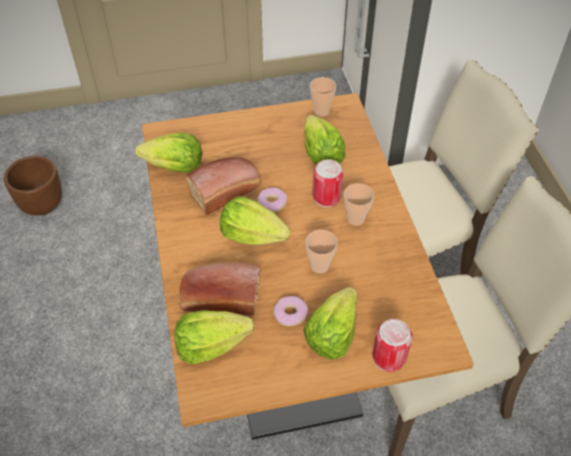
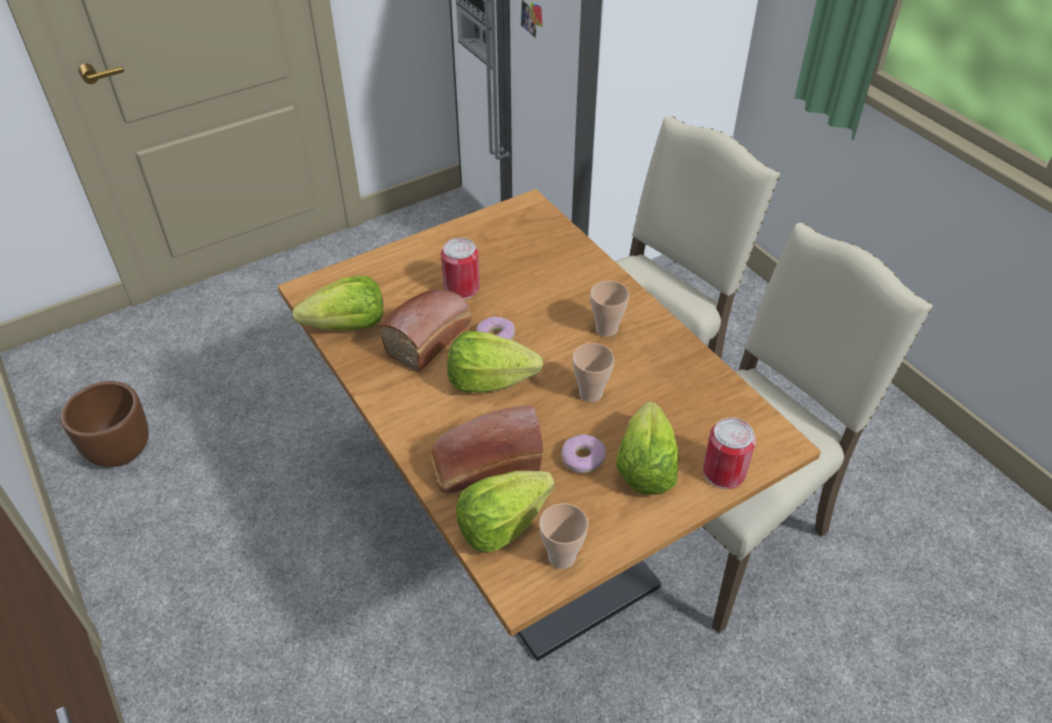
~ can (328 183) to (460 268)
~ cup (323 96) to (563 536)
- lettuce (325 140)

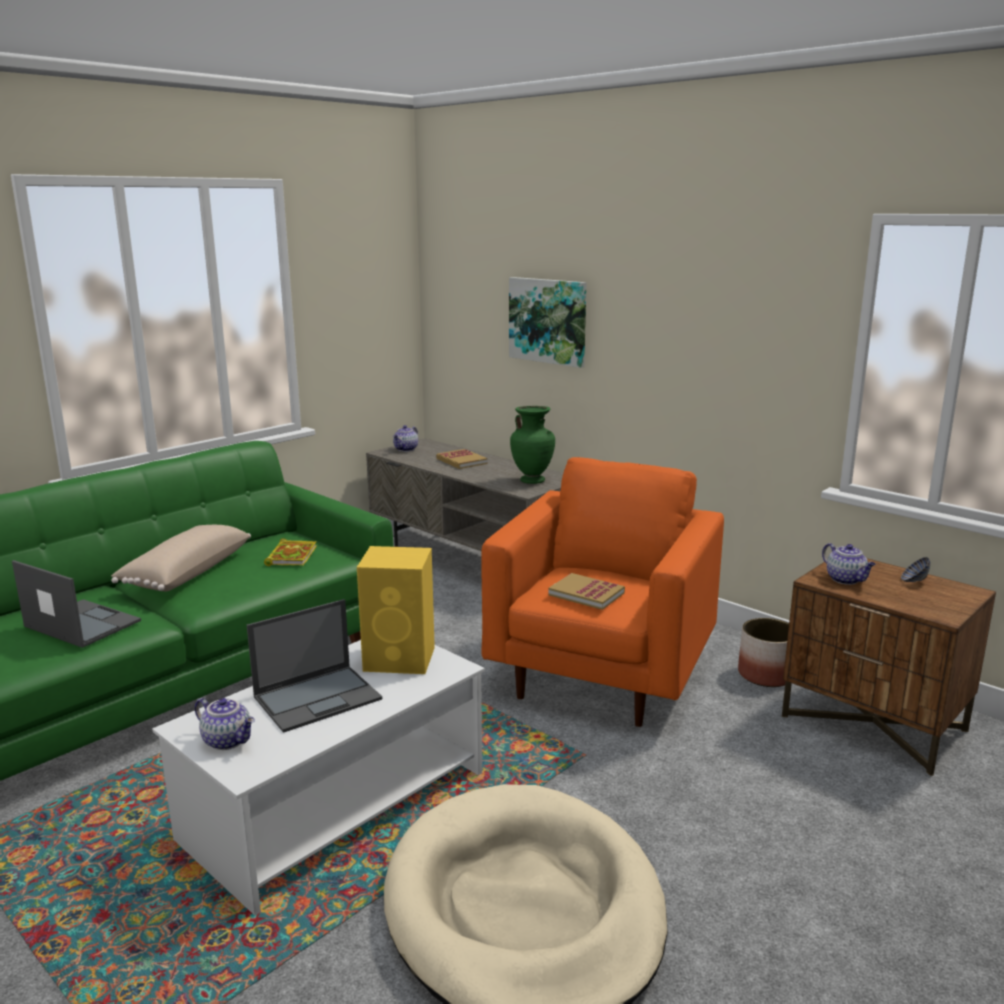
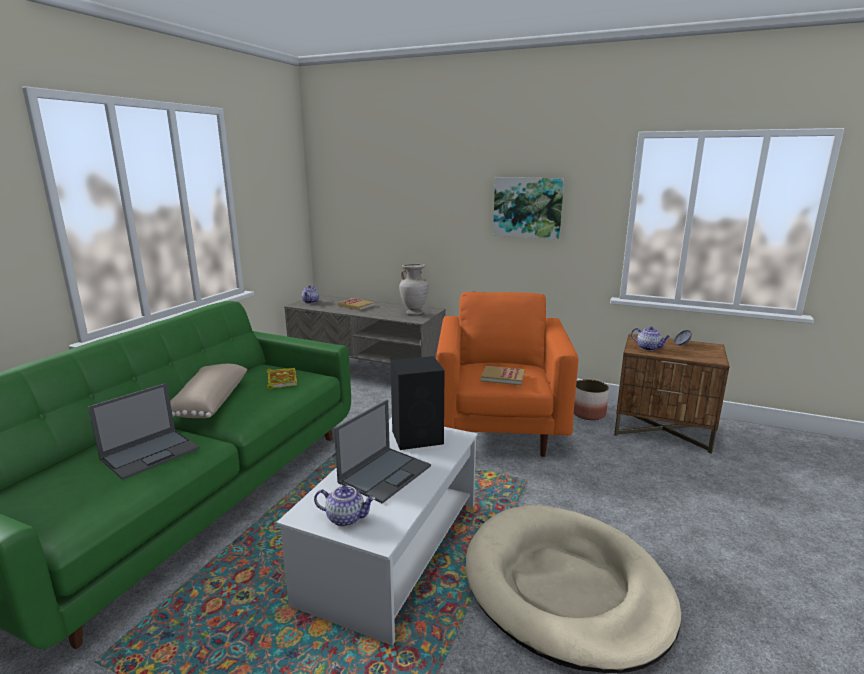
~ laptop (76 604) = (144 431) 120 degrees clockwise
~ yellow speaker (396 610) to black speaker (417 403)
~ green vase (532 445) to beige vase (414 289)
~ picture (548 322) to (528 208)

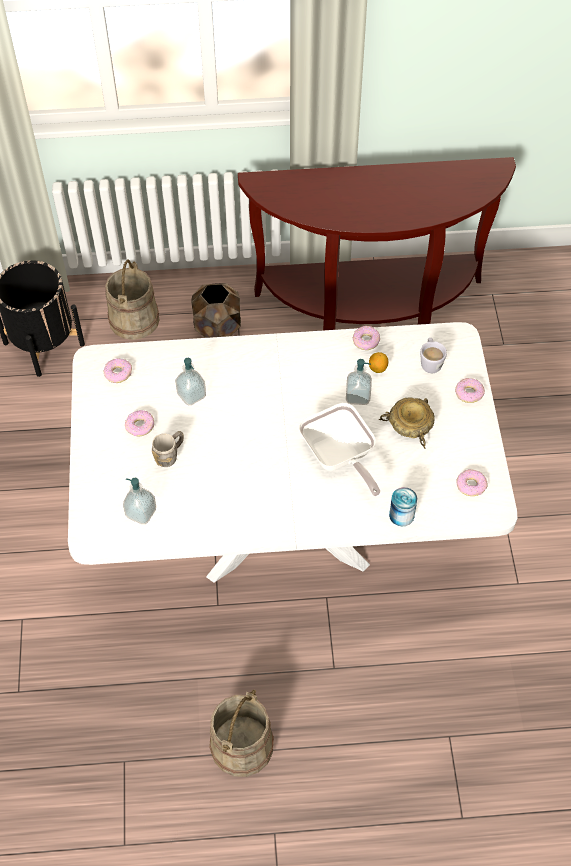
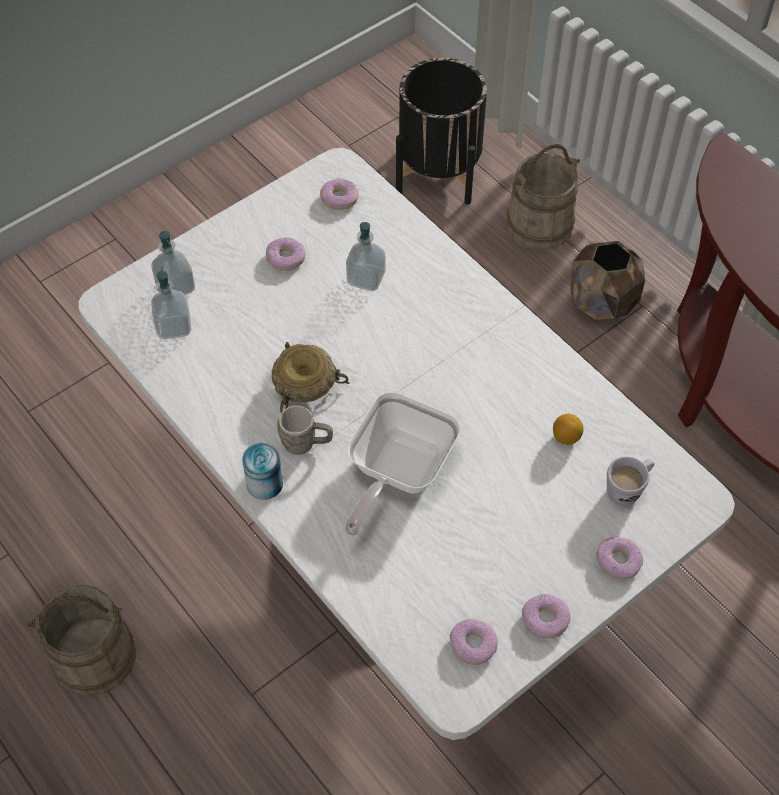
~ soap dispenser (359 382) to (173 263)
~ can (403 506) to (262 471)
~ beige bowl (407 423) to (310 377)
~ grey mug (168 449) to (305 430)
~ donut (366 338) to (546 616)

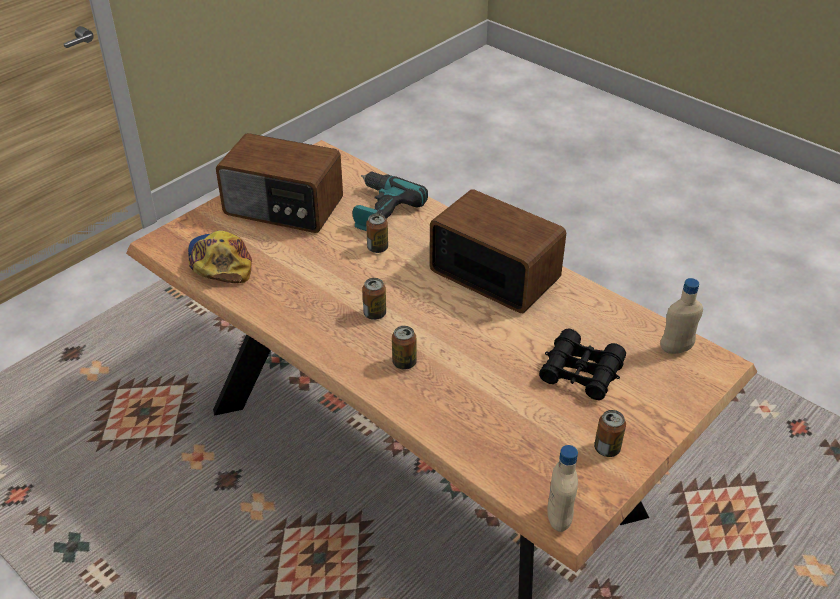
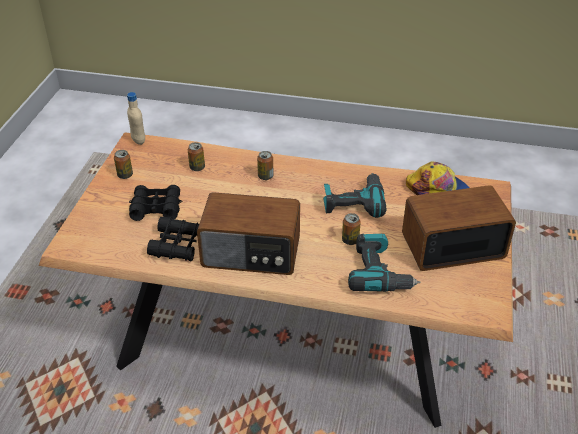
+ black binoculars (173 239)
~ can (374 299) to (196 156)
+ power drill (355 195)
- beige bottle (681 316)

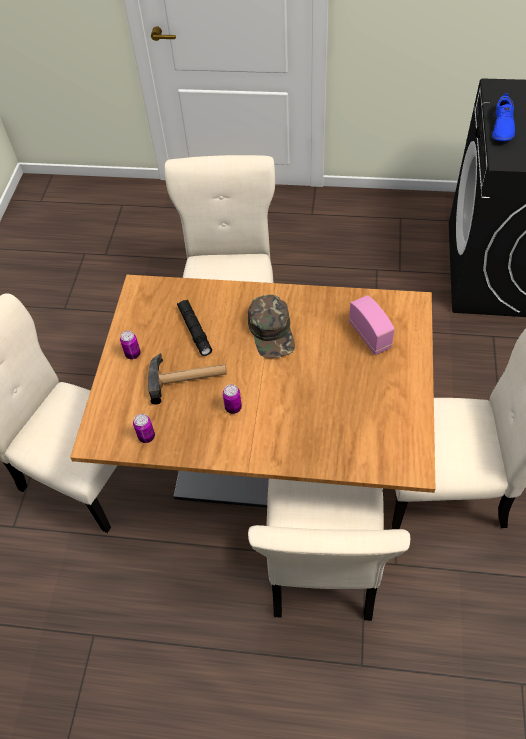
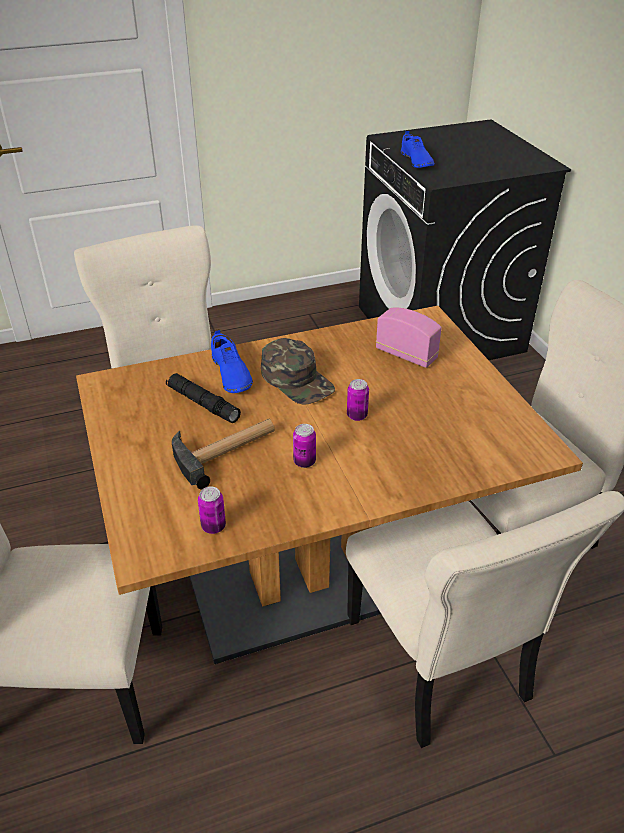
+ blue shoe (232 361)
~ can (130 345) to (358 400)

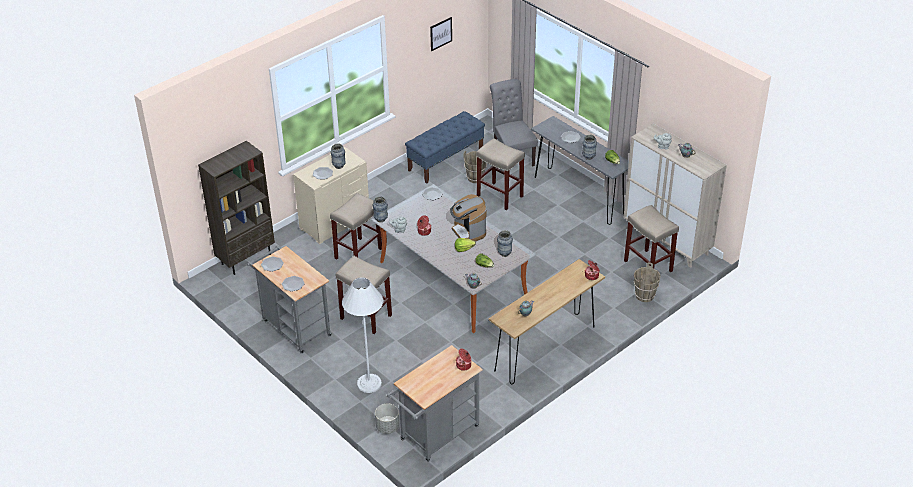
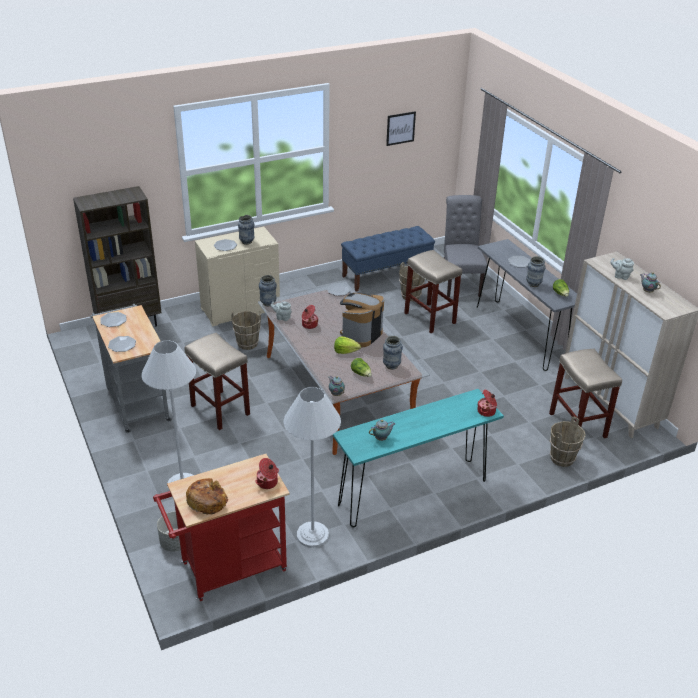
~ grey cart (435 403) to red cart (221 527)
+ bread (207 496)
~ beige stool (356 226) to brown bucket (246 330)
+ white floor lamp (312 467)
~ brown console table (547 321) to turquoise console table (418 458)
~ coffee machine (468 217) = (362 319) 45 degrees clockwise

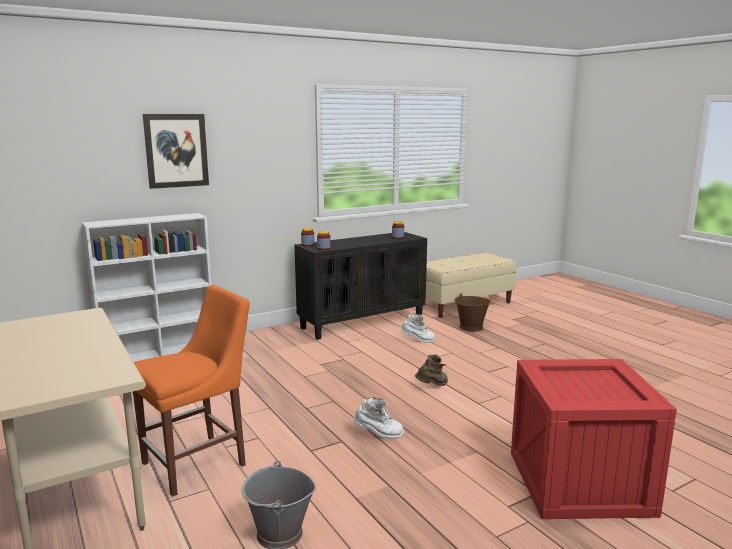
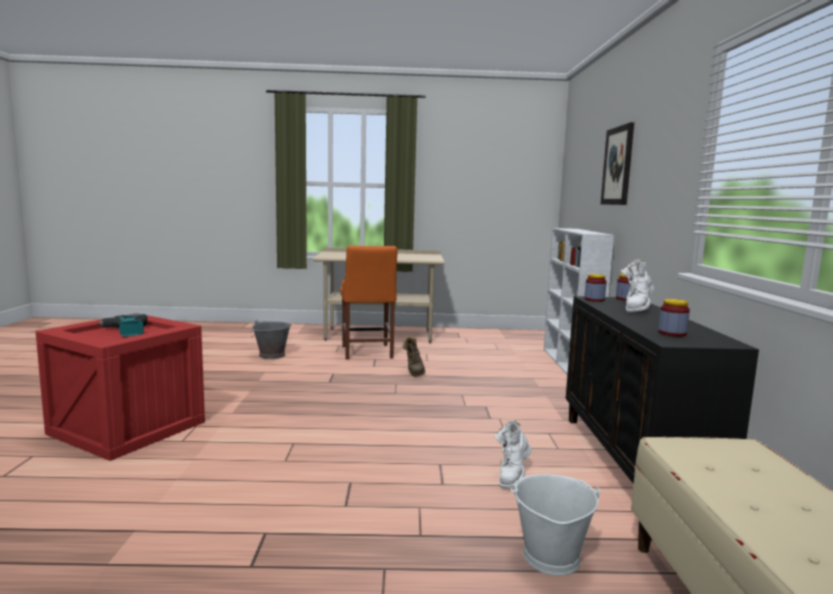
+ power drill (122 325)
~ brown boot (431 370) to (414 357)
~ brown bucket (472 312) to white bucket (556 525)
~ white boot (379 418) to (637 285)

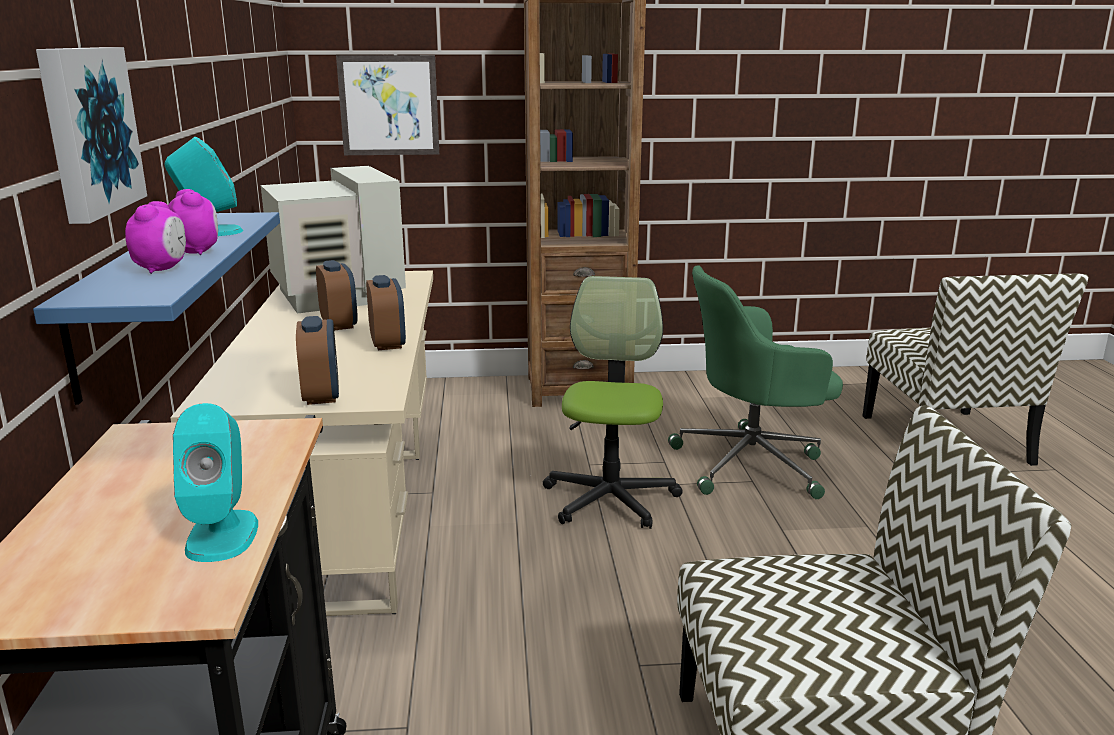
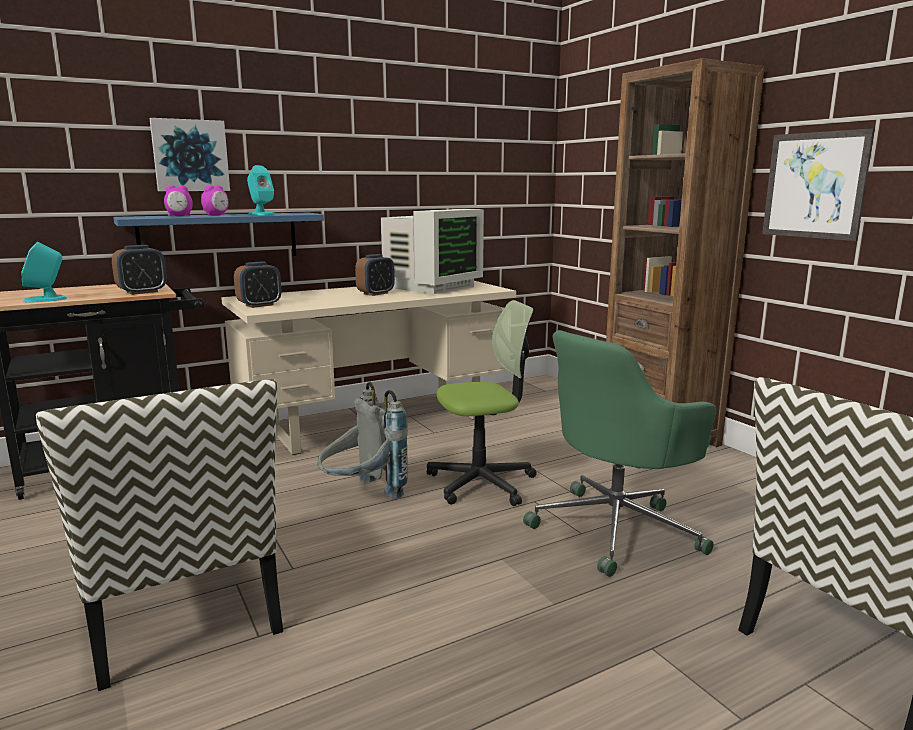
~ alarm clock (386 312) to (139 270)
+ grey backpack (362 440)
~ green office chair (755 382) = (620 453) 90 degrees counterclockwise
~ picture (387 105) to (818 184)

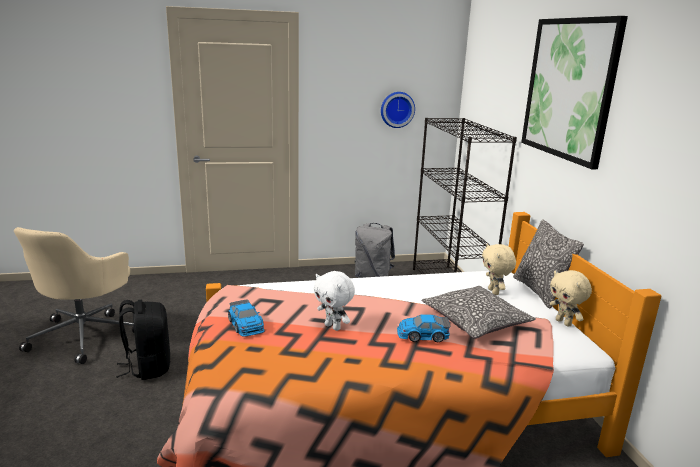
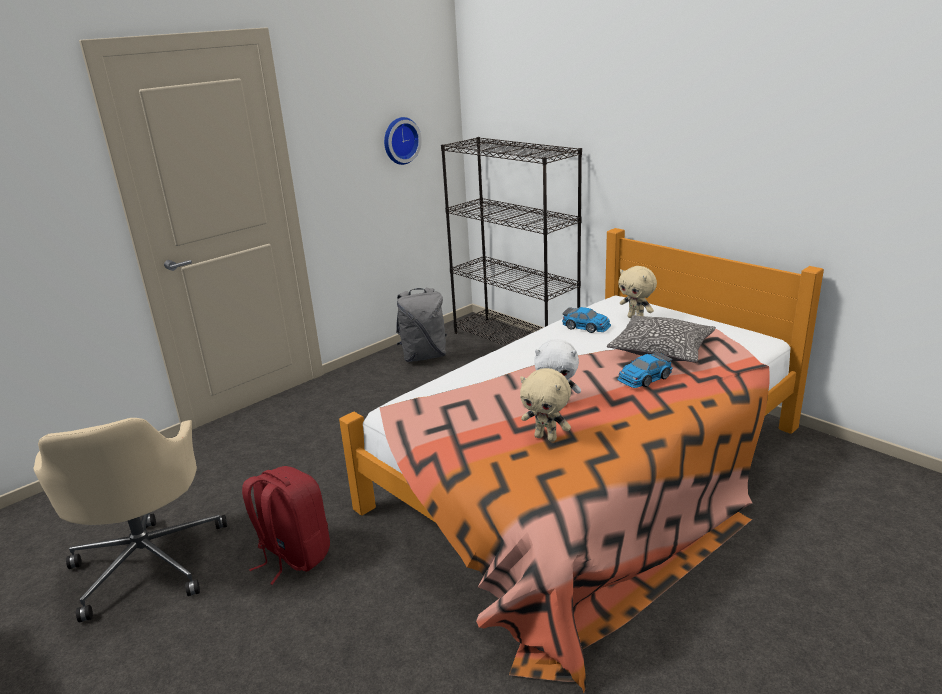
~ black backpack (143 340) to red backpack (286 525)
~ beige plush toy (571 298) to (545 405)
~ toy car (246 318) to (586 320)
- pillow (548 263)
- picture (574 92)

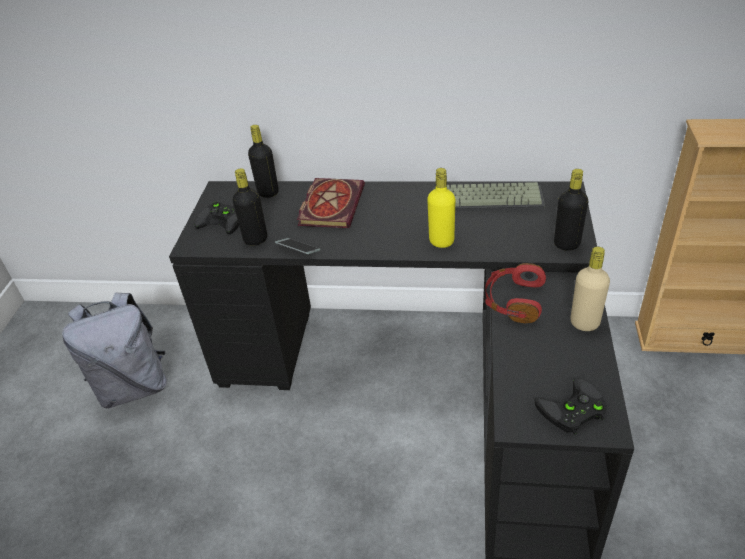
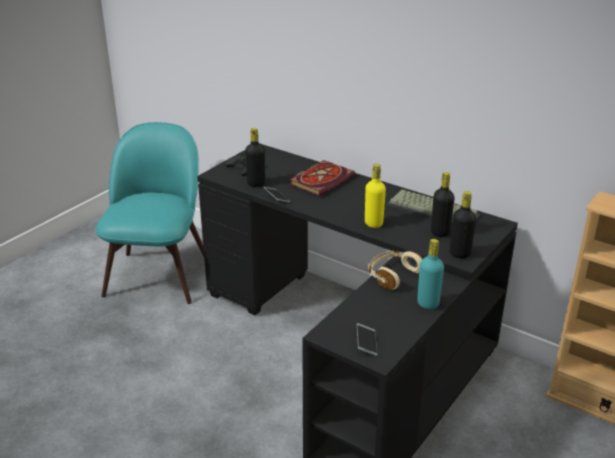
~ grey backpack (114 351) to turquoise chair (149 213)
~ black game controller (571 406) to phone (367 339)
~ red headphones (515 293) to beige headphones (395 270)
~ beige bottle (590 289) to turquoise bottle (430 274)
~ black bottle (263 161) to (443 204)

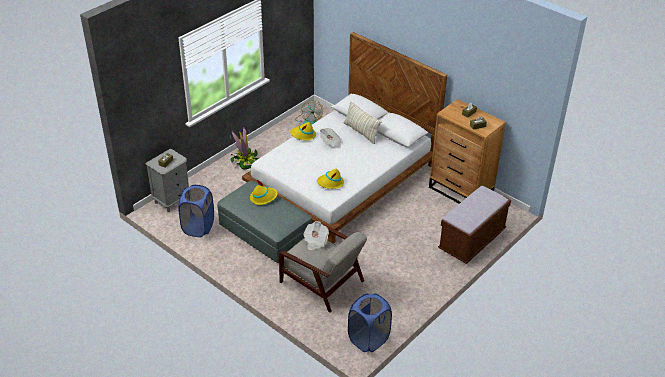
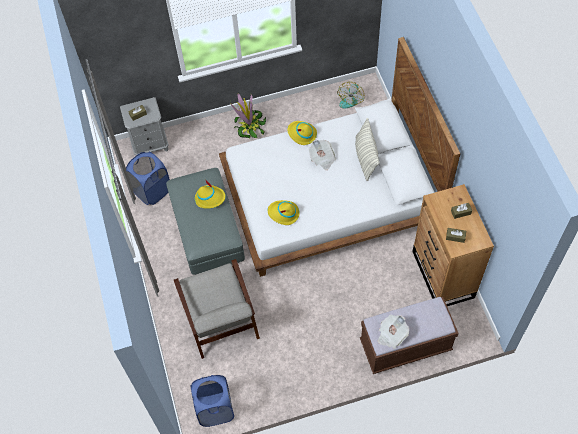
~ newspaper (316 235) to (393 332)

